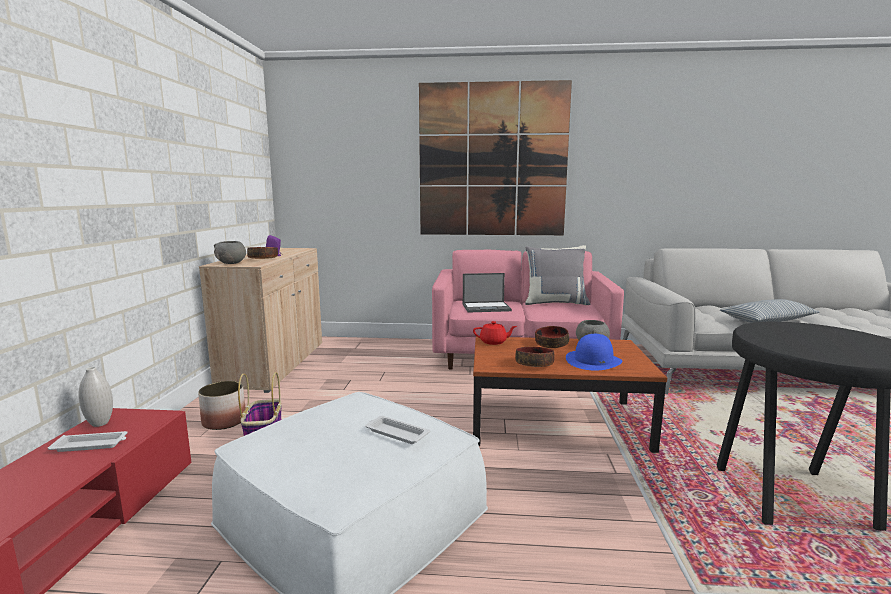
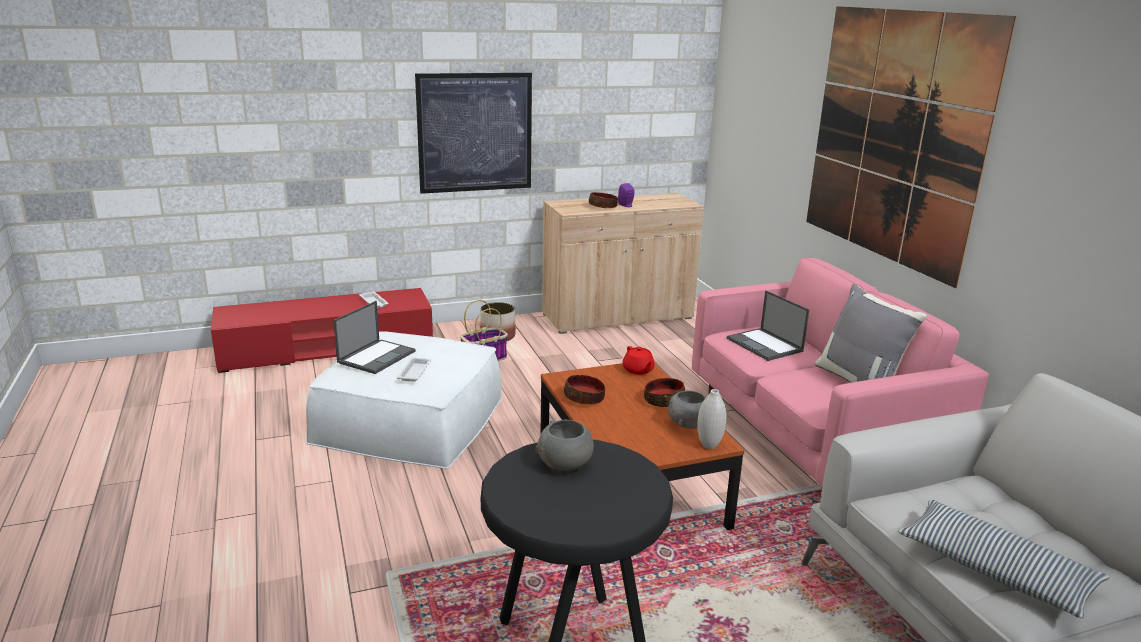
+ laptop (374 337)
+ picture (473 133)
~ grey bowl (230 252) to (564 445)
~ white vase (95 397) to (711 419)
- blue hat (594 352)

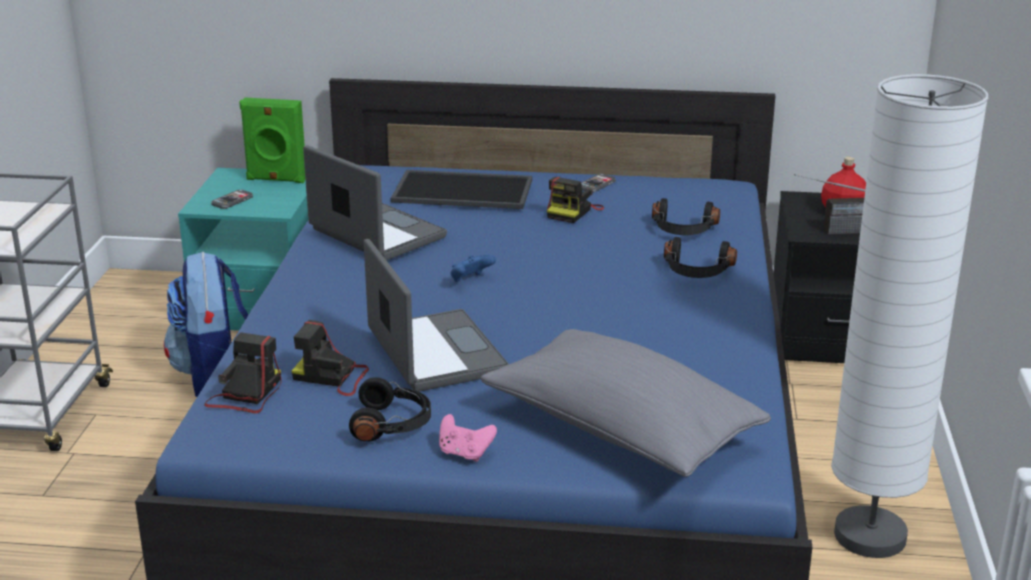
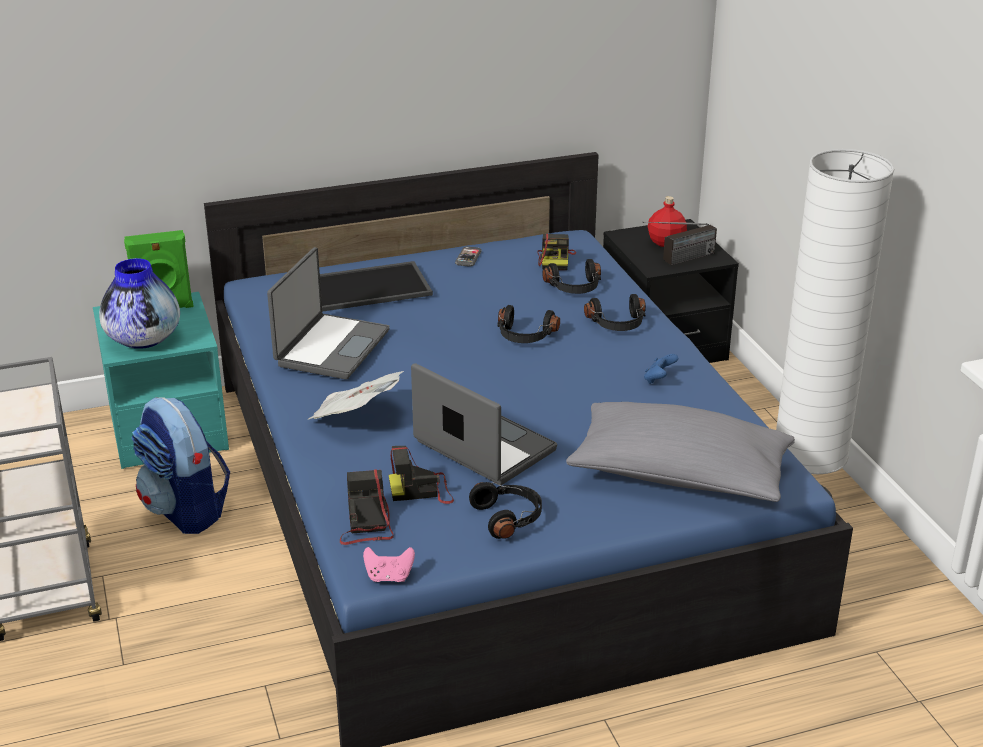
~ phone (232 199) to vase (139 303)
~ laptop (375 203) = (328 313) 90 degrees clockwise
+ newspaper (355 395)
~ pink game controller (468 438) to (389 564)
+ black headphones (529 324)
~ photo camera (575 200) to (556 251)
~ blue game controller (473 268) to (661 369)

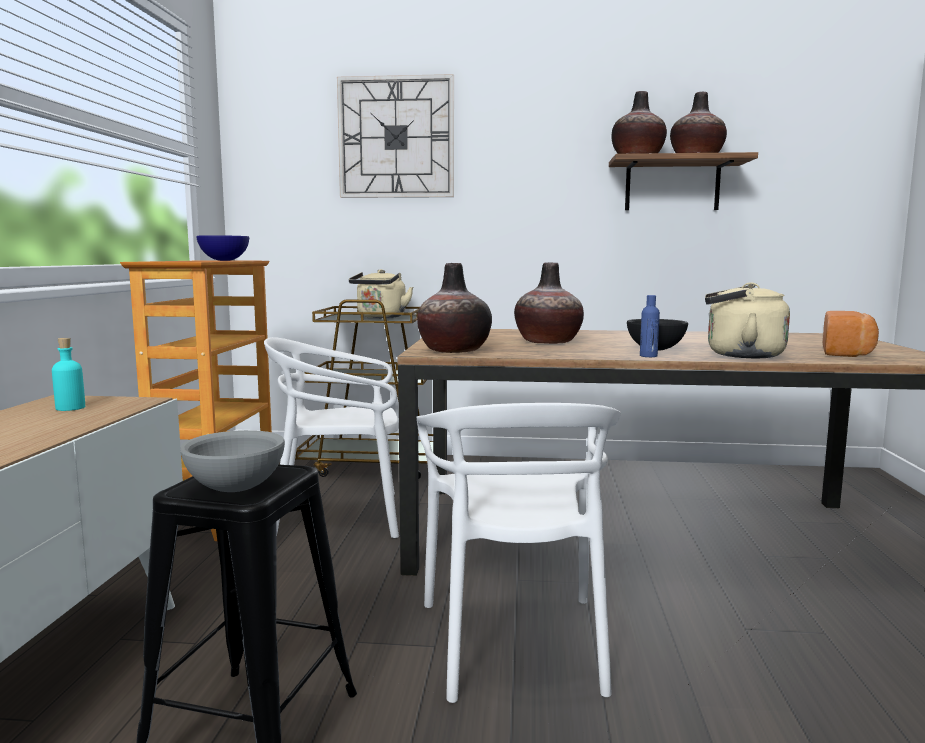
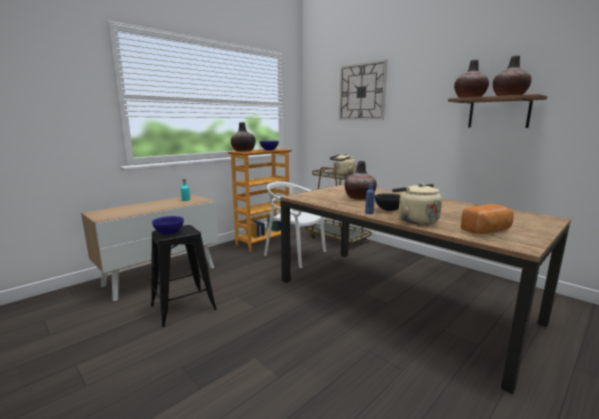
~ grey bowl (232 461) to blue bowl (168 225)
~ vase (454 308) to (243 137)
- white chair (519 553)

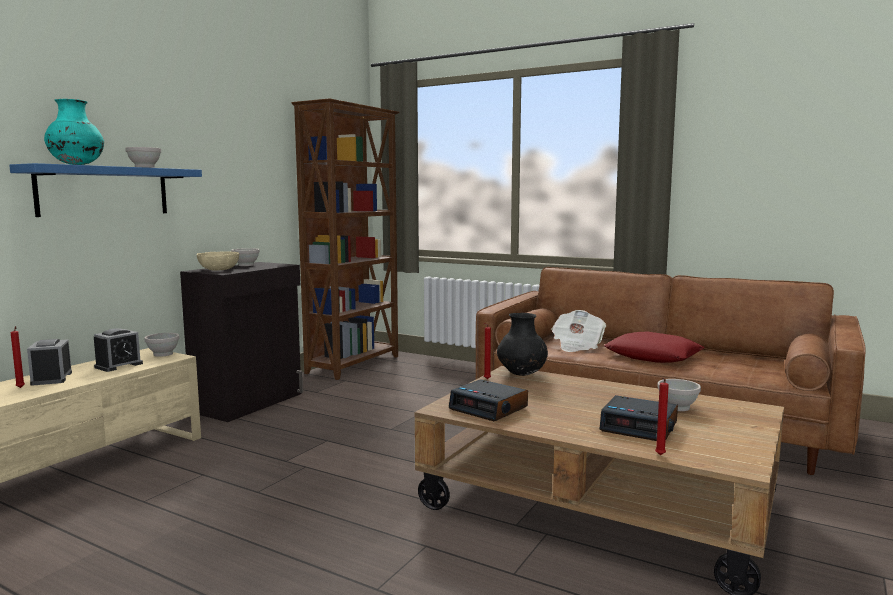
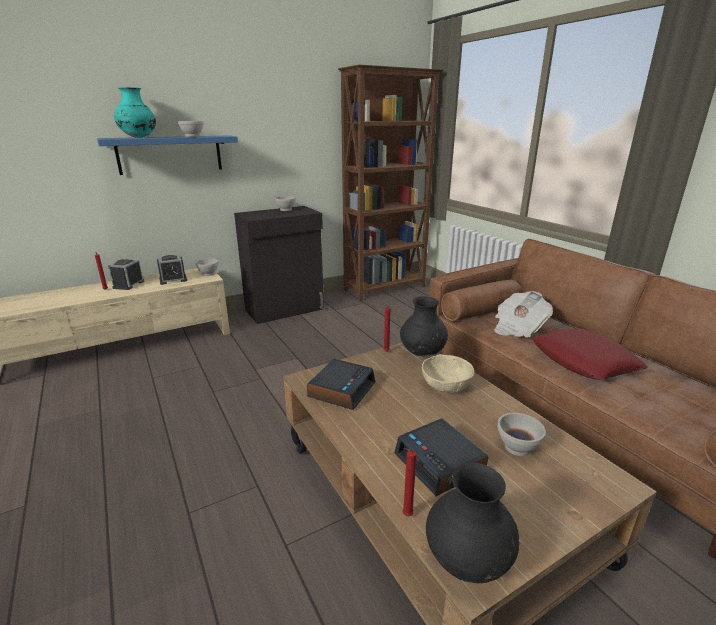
~ alarm clock (488 400) = (341 384) 135 degrees counterclockwise
~ beige bowl (218 261) to (448 373)
+ black vase (472 523)

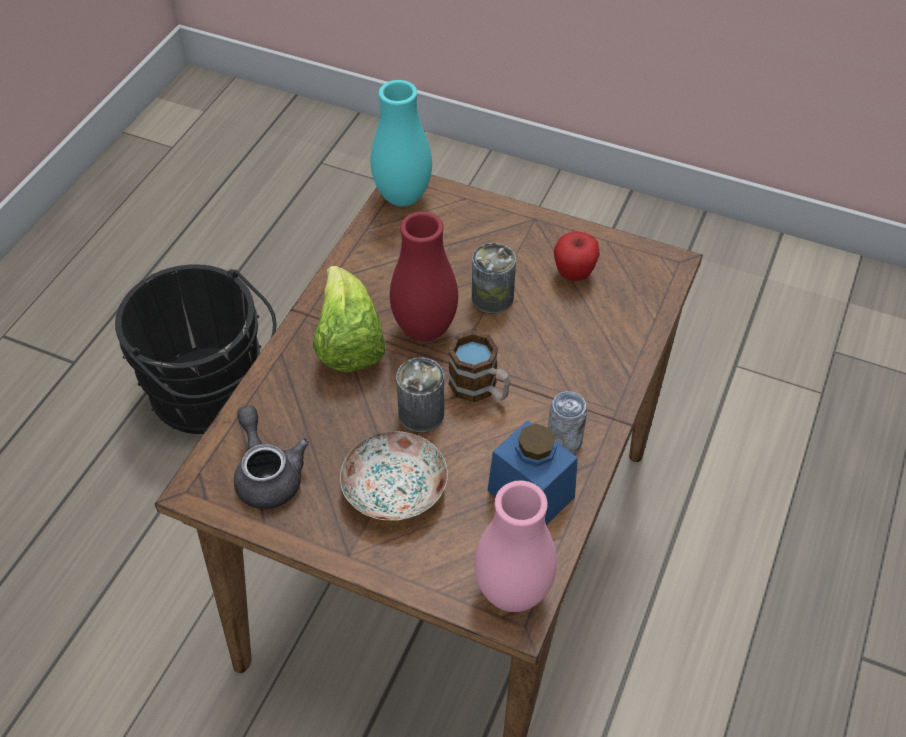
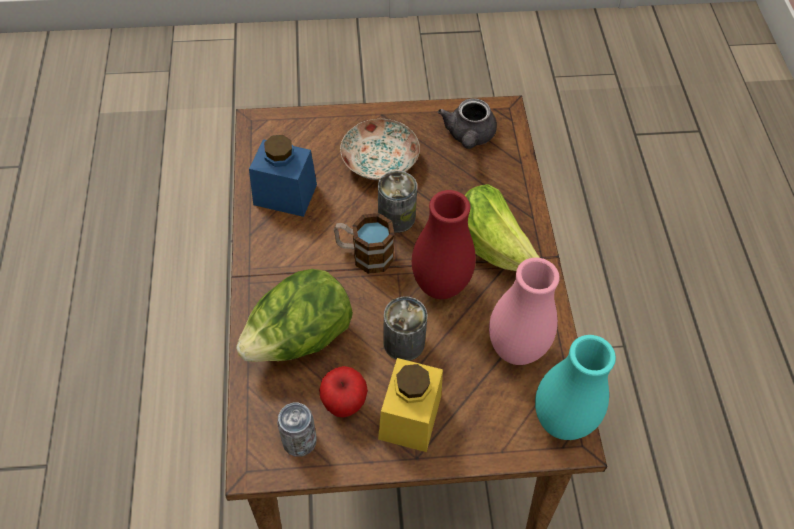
+ lettuce (294 315)
~ can (567 422) to (297 430)
+ yellow jar (410 405)
~ grey teapot (271 457) = (467 123) 60 degrees clockwise
~ pink vase (515 546) to (524 311)
- black bucket (196 349)

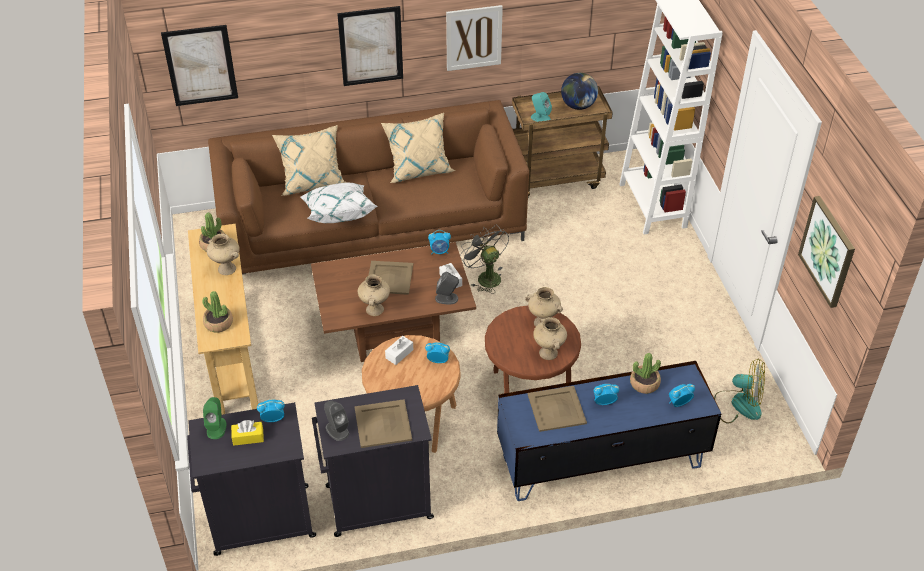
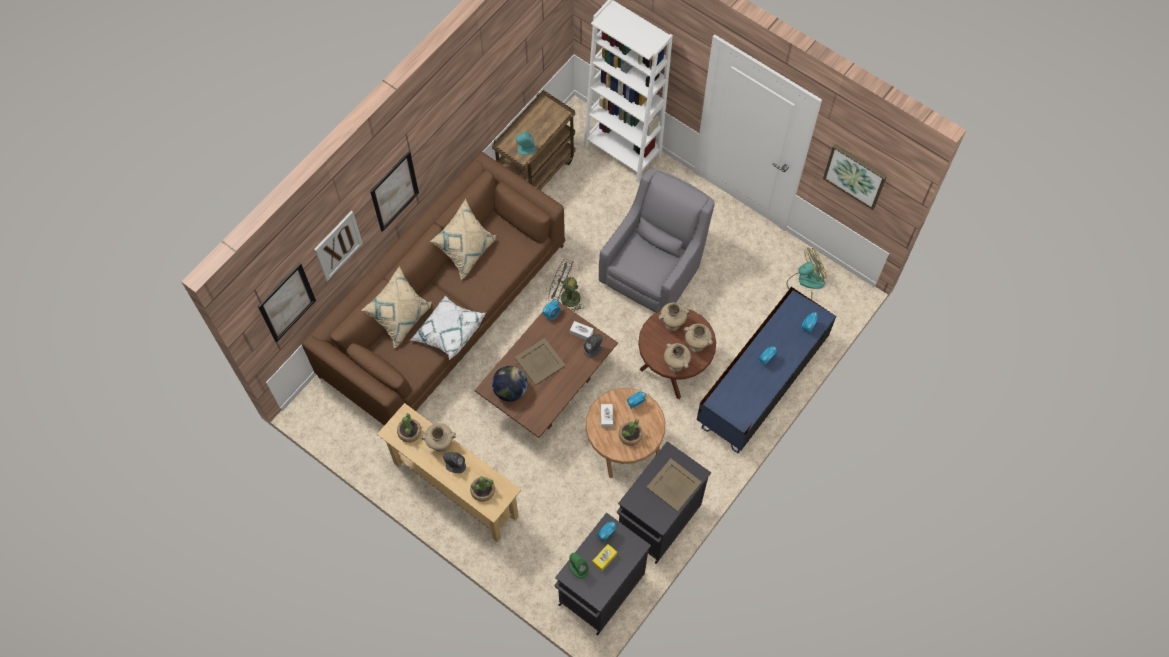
~ picture (474 38) to (338 246)
~ grey speaker (336 420) to (454 462)
~ globe (579 91) to (510 383)
+ grey armchair (656 240)
~ potted plant (645 373) to (631 432)
~ beige vase (374 295) to (677 357)
- beige tray (557 409)

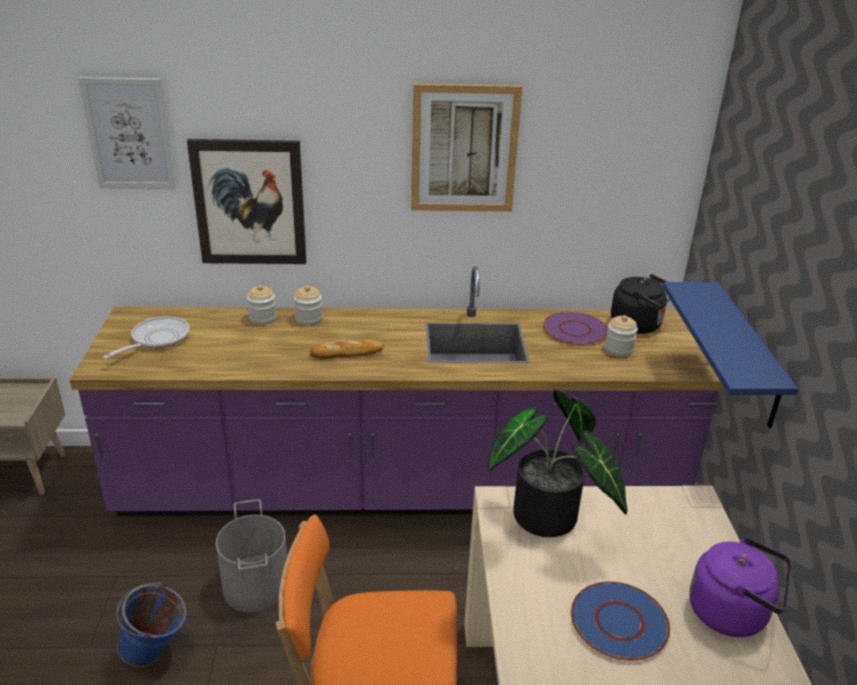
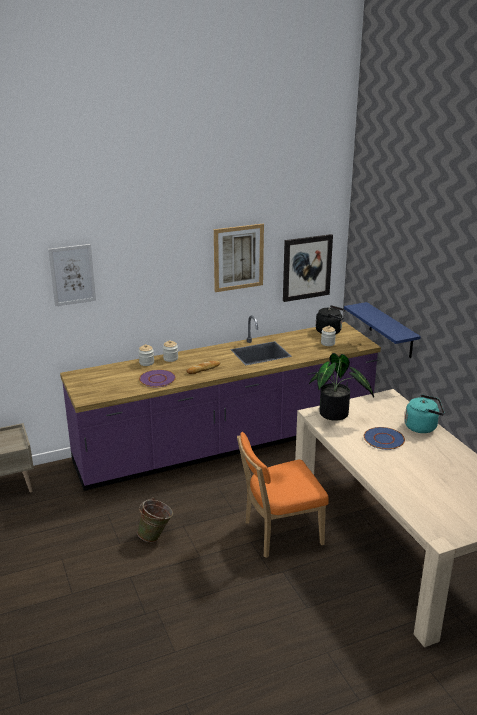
~ blue bucket (151 624) to green bucket (155 520)
~ purple plate (575 328) to (157 378)
~ picture (246 201) to (308 268)
~ purple kettle (740 587) to turquoise kettle (424 413)
- frying pan (146 337)
- grey bucket (251 556)

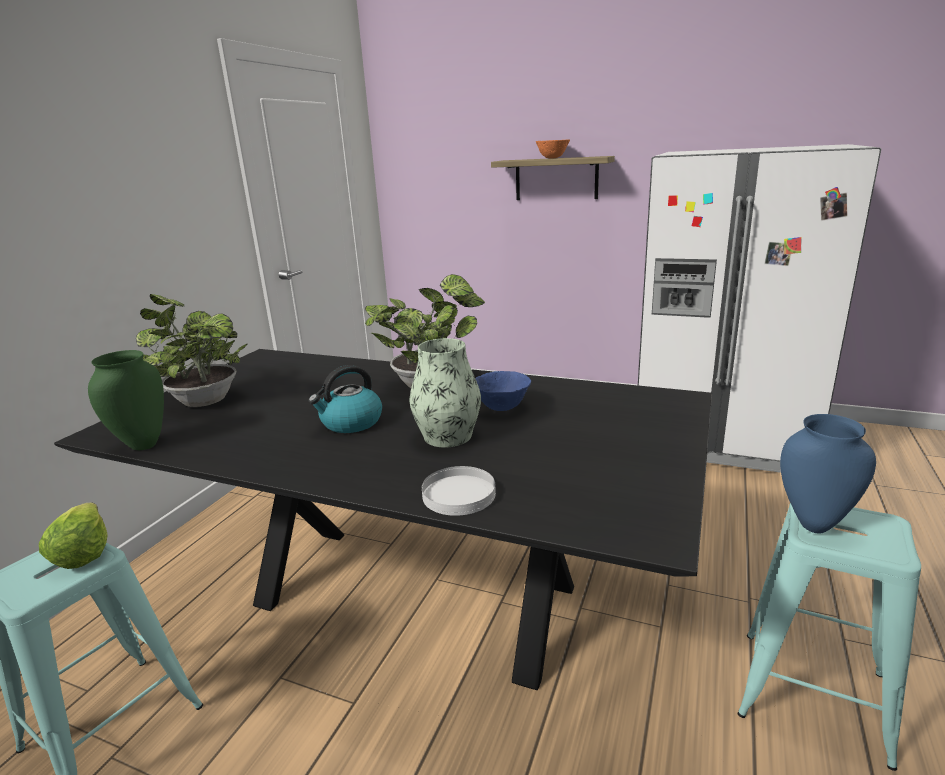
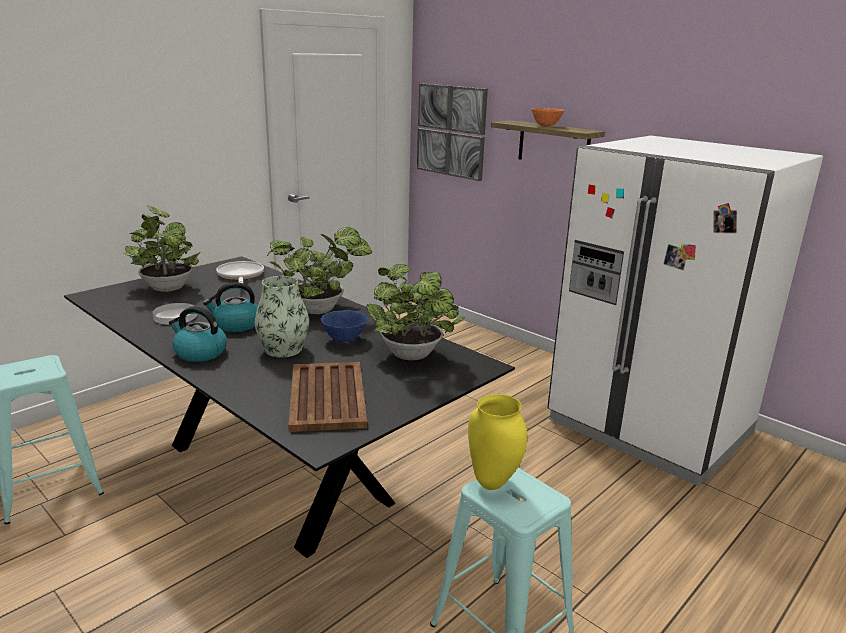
~ white plate (459 491) to (174 314)
+ kettle (198 334)
+ frying pan (240 272)
+ brown tray (327 397)
+ potted plant (415 312)
+ picture (452 132)
~ blue vase (828 474) to yellow vase (497 442)
- lettuce (73 536)
- green vase (126 400)

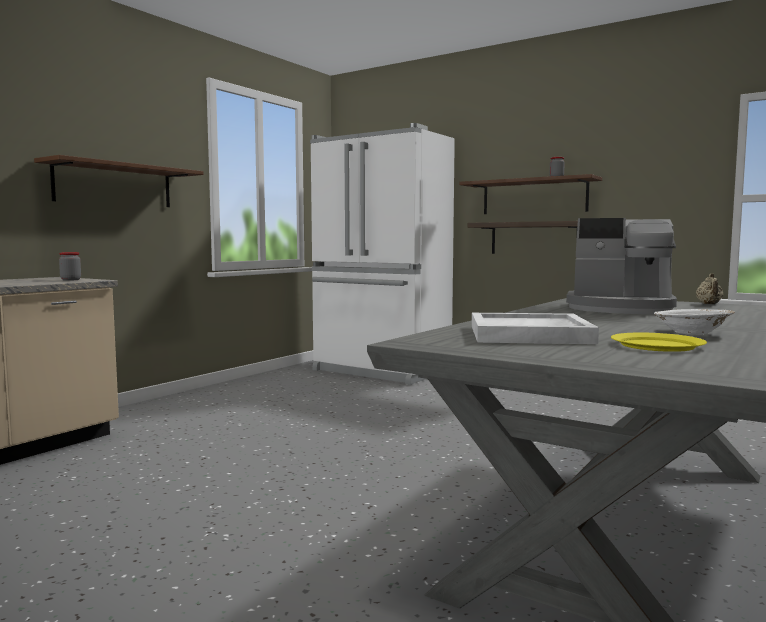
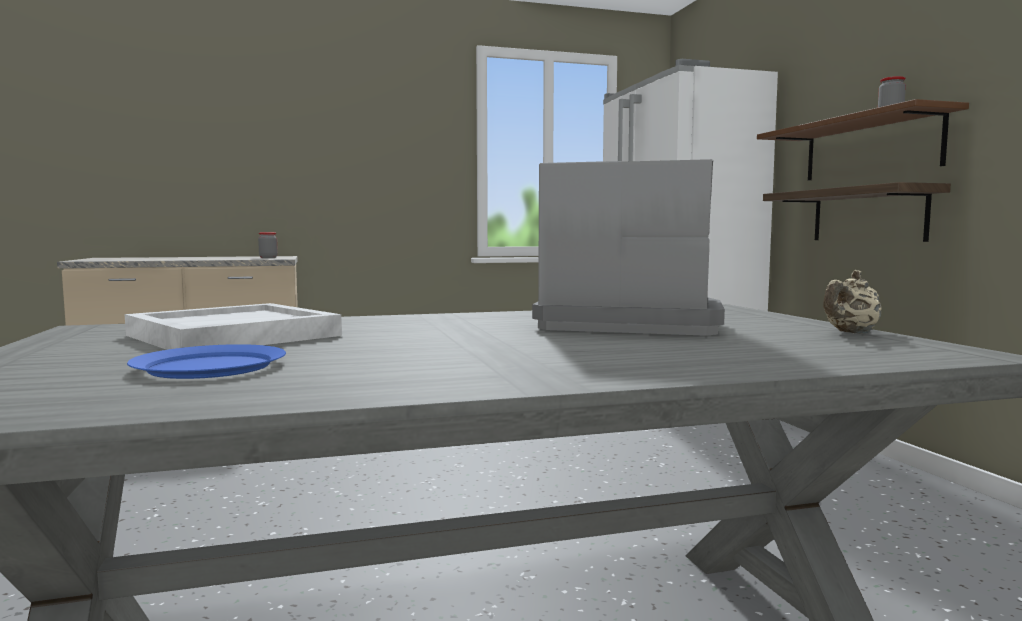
~ yellow plate (659 342) to blue plate (206 361)
~ coffee machine (621 266) = (628 247) 135 degrees clockwise
- brown shelf (119 181)
- white bowl (694 322)

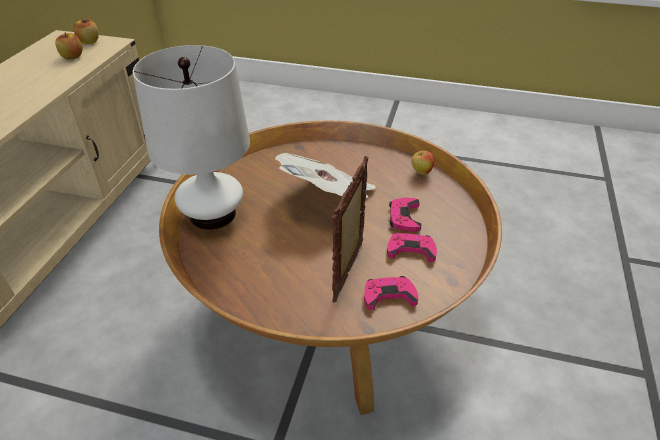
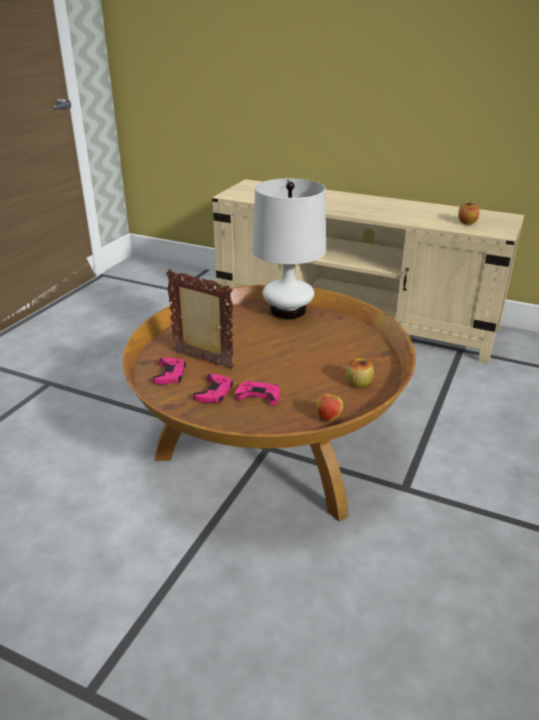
~ apple (86 30) to (360 372)
- newspaper (325 175)

